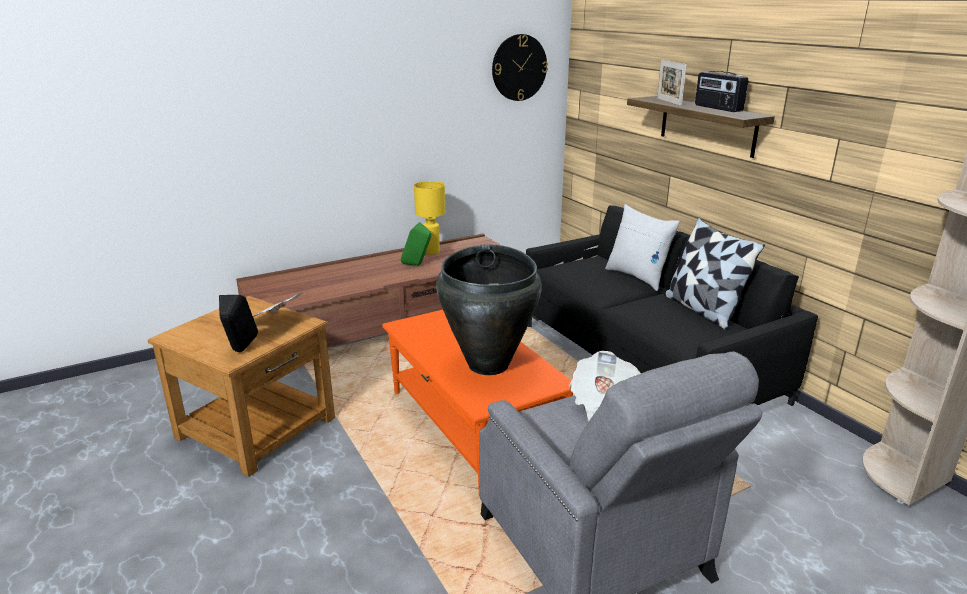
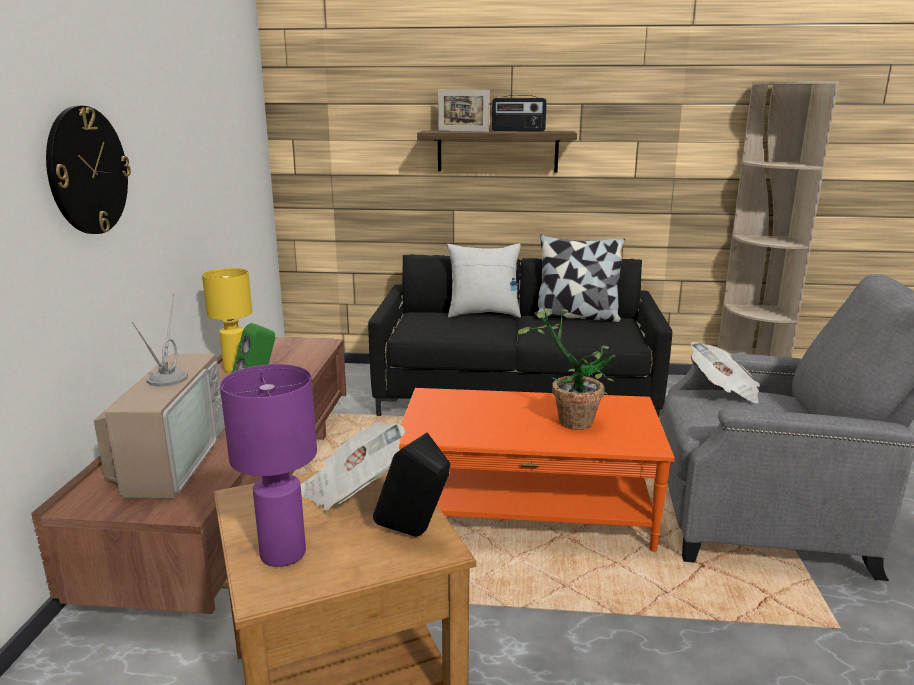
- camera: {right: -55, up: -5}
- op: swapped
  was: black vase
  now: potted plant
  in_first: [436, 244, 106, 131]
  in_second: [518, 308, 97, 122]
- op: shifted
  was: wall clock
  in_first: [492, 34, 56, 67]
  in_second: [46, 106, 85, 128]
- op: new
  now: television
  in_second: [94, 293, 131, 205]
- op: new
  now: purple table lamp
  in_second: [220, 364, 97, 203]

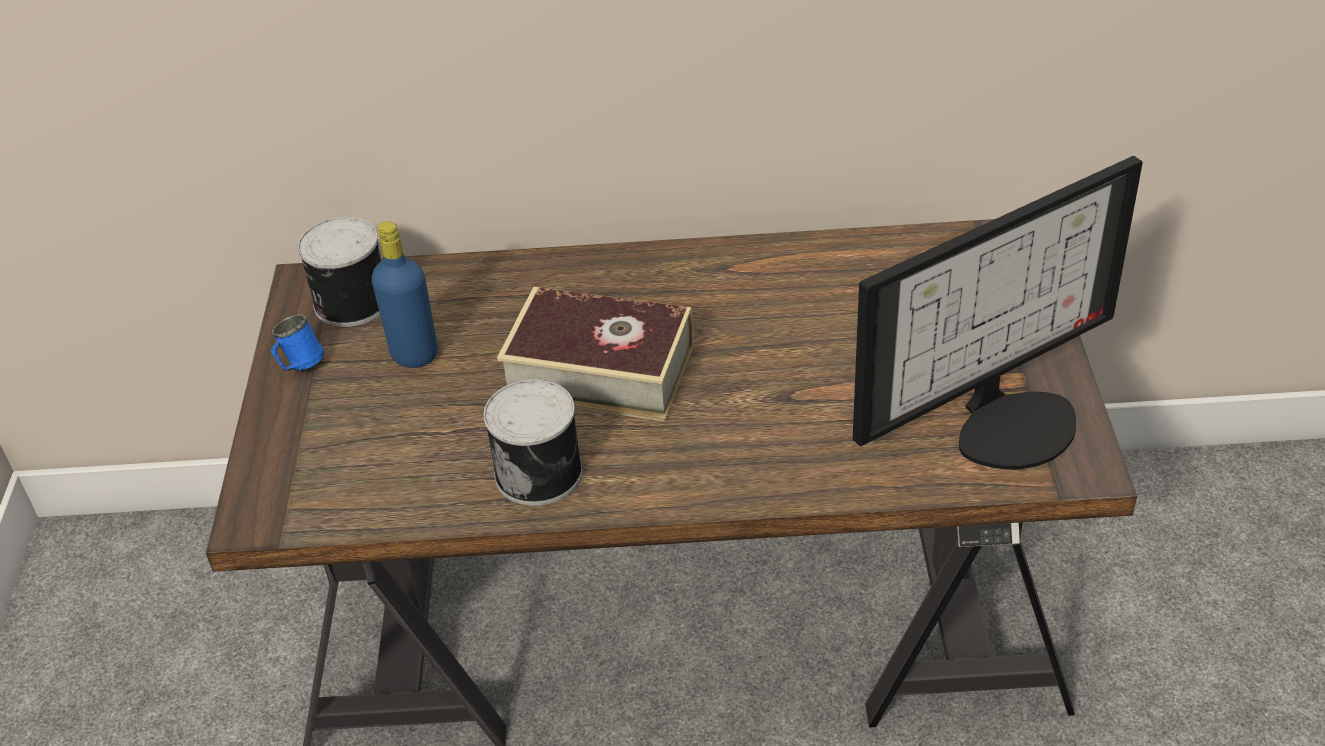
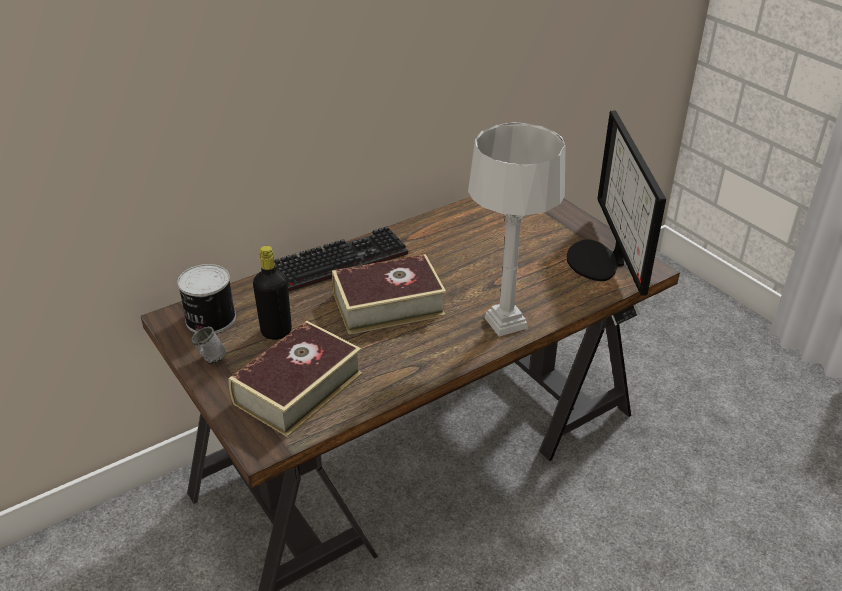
- camera: {right: -35, up: -5}
- op: repainted
  was: blue mug
  now: grey mug
  in_first: [271, 314, 53, 57]
  in_second: [191, 326, 35, 38]
- op: repainted
  was: blue bottle
  now: black bottle
  in_first: [372, 221, 66, 147]
  in_second: [253, 246, 39, 94]
- op: gone
  was: can
  in_first: [484, 379, 98, 127]
- op: rotated
  was: monitor
  in_first: [853, 156, 290, 314]
  in_second: [567, 111, 99, 185]
  clockwise: 150
- op: new
  now: book
  in_second: [229, 321, 134, 116]
- op: new
  now: keyboard
  in_second: [261, 226, 147, 66]
- op: new
  now: grey table lamp
  in_second: [468, 122, 98, 215]

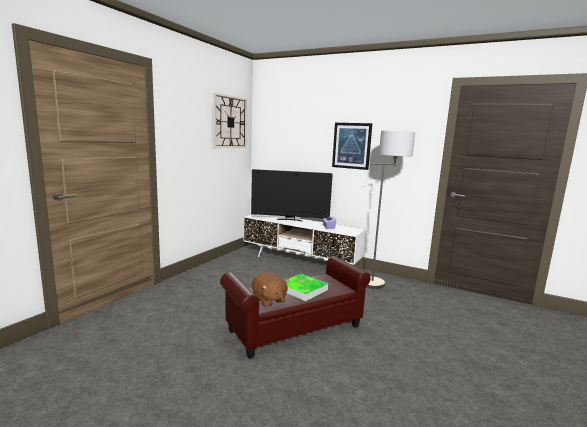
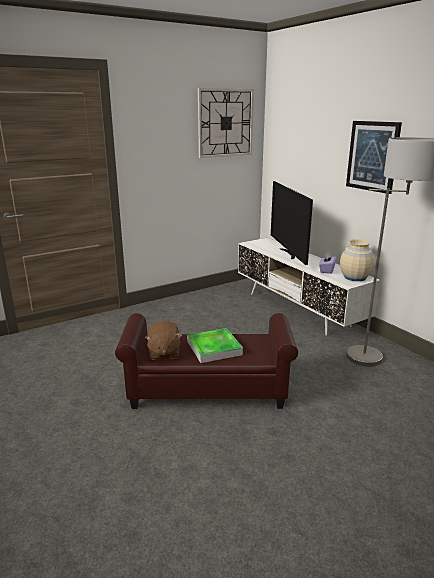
- camera: {right: 30, up: 10}
- op: rotated
  was: television
  in_first: [251, 169, 82, 53]
  in_second: [271, 181, 42, 84]
  clockwise: 45
- op: new
  now: beige vase
  in_second: [340, 239, 34, 42]

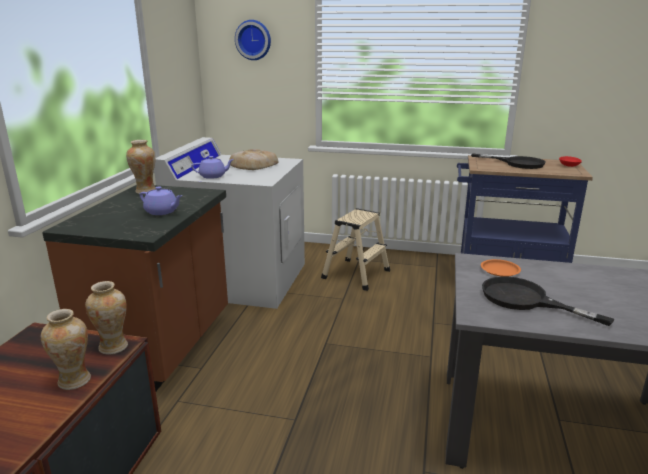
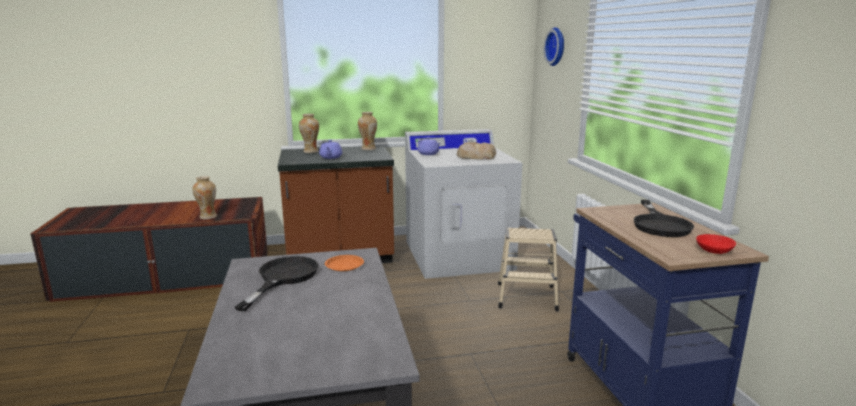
- camera: {right: 65, up: -5}
- op: shifted
  was: vase
  in_first: [85, 281, 43, 74]
  in_second: [299, 114, 20, 39]

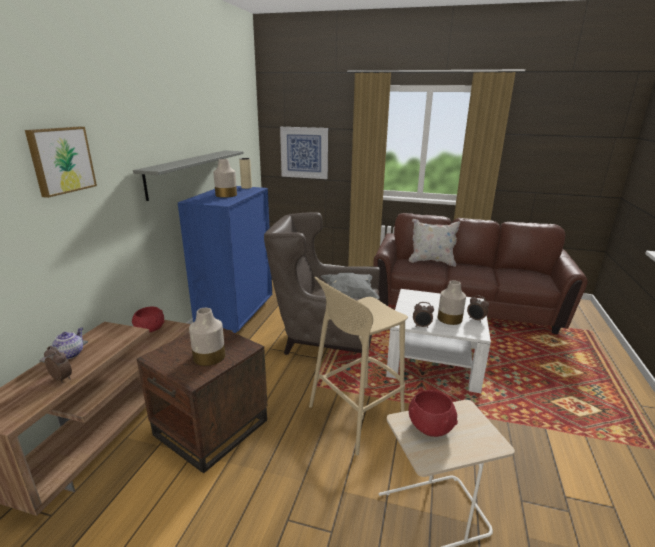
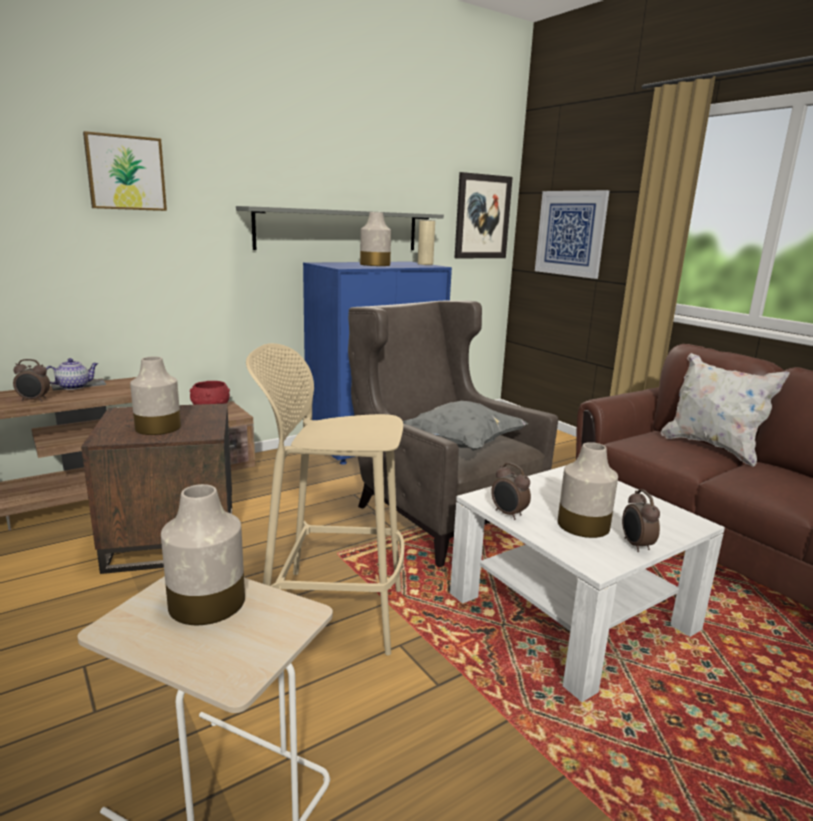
- camera: {right: 40, up: -5}
- op: rotated
  was: alarm clock
  in_first: [44, 346, 28, 37]
  in_second: [13, 359, 37, 43]
  clockwise: 105
- op: swapped
  was: red bowl
  now: beige vase
  in_first: [409, 390, 49, 47]
  in_second: [161, 484, 84, 141]
- op: new
  now: picture
  in_second: [454, 172, 59, 86]

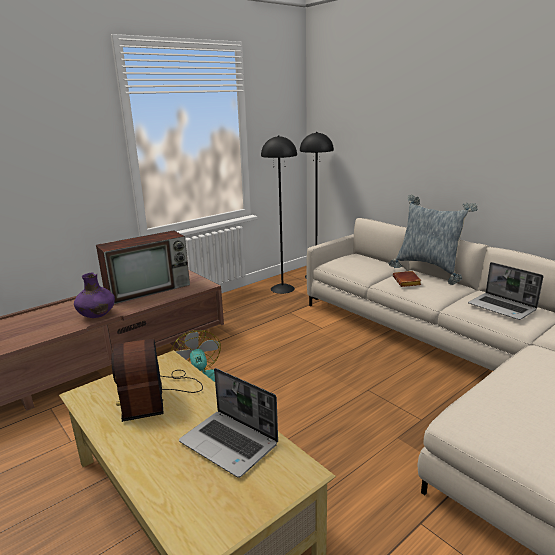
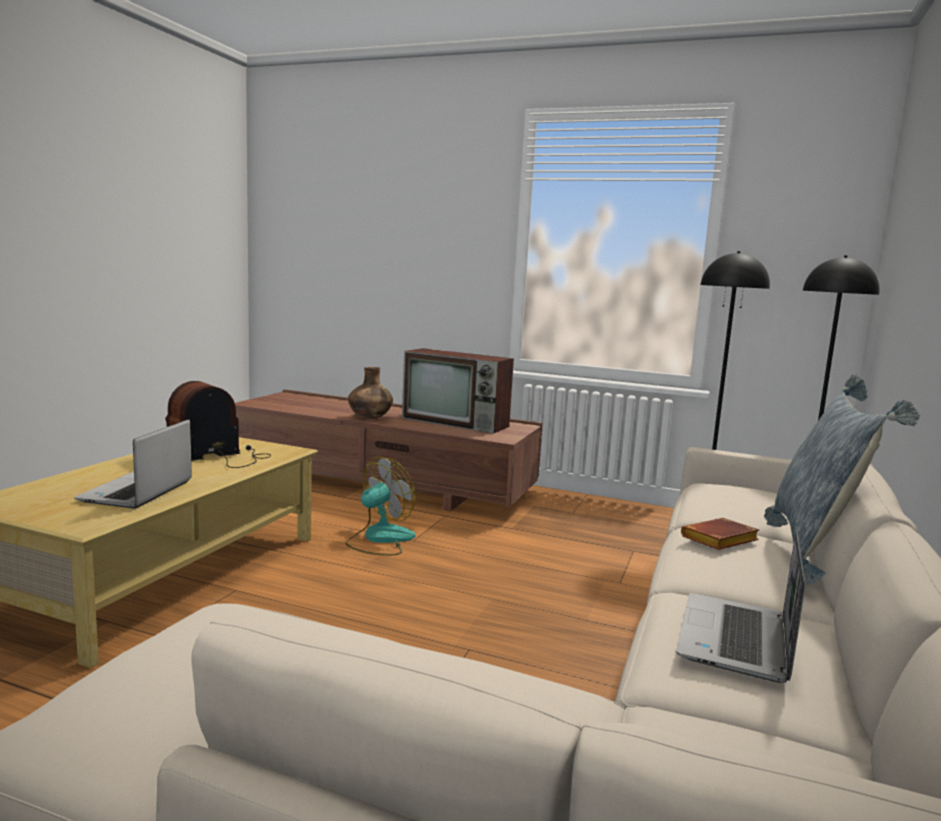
- camera: {right: 60, up: -10}
- op: repainted
  was: purple vase
  now: brown vase
  in_first: [74, 272, 41, 46]
  in_second: [348, 367, 45, 52]

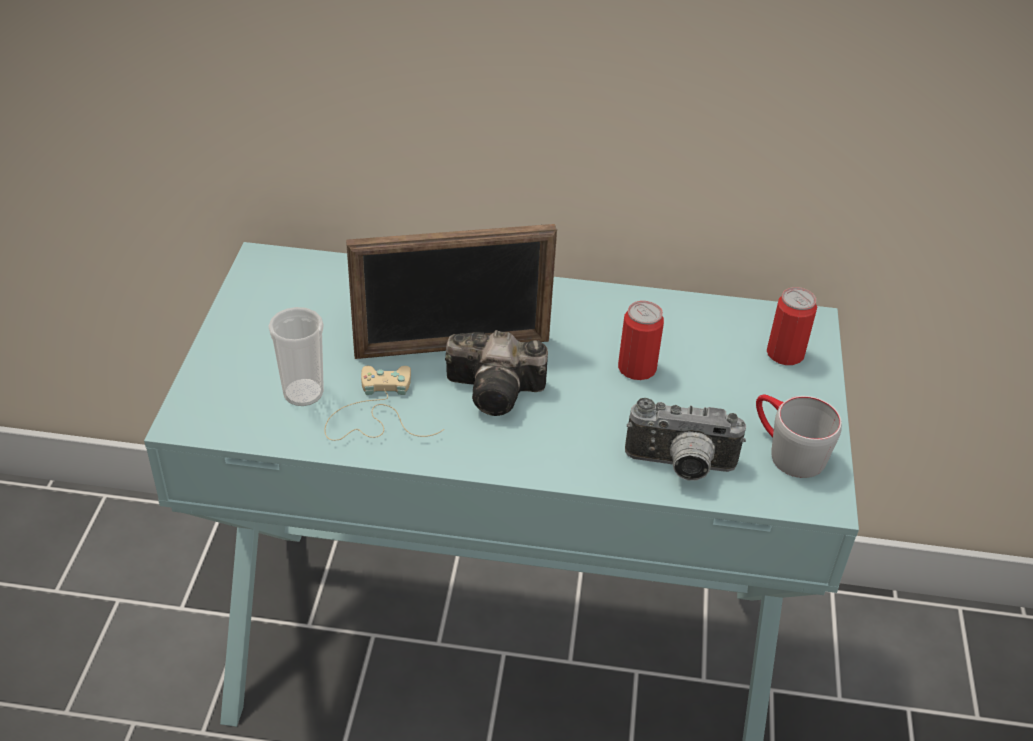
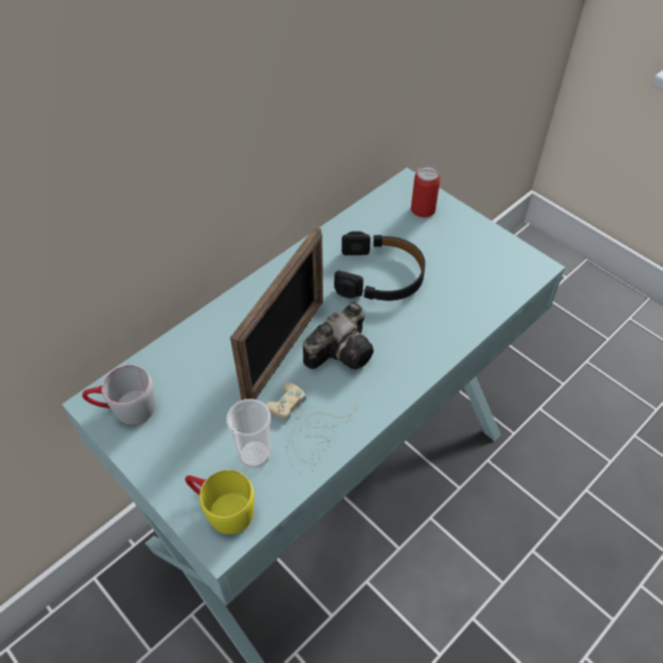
- camera: {right: -50, up: 10}
- op: swapped
  was: can
  now: black headphones
  in_first: [618, 301, 46, 79]
  in_second: [334, 231, 91, 70]
- op: gone
  was: photo camera
  in_first: [625, 398, 121, 83]
- op: shifted
  was: grey mug
  in_first: [756, 395, 86, 83]
  in_second: [82, 365, 74, 60]
- op: new
  now: yellow mug
  in_second: [185, 470, 69, 64]

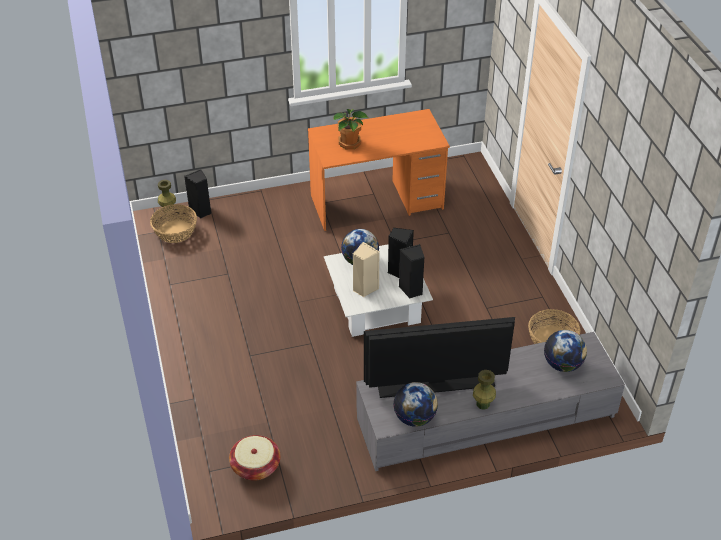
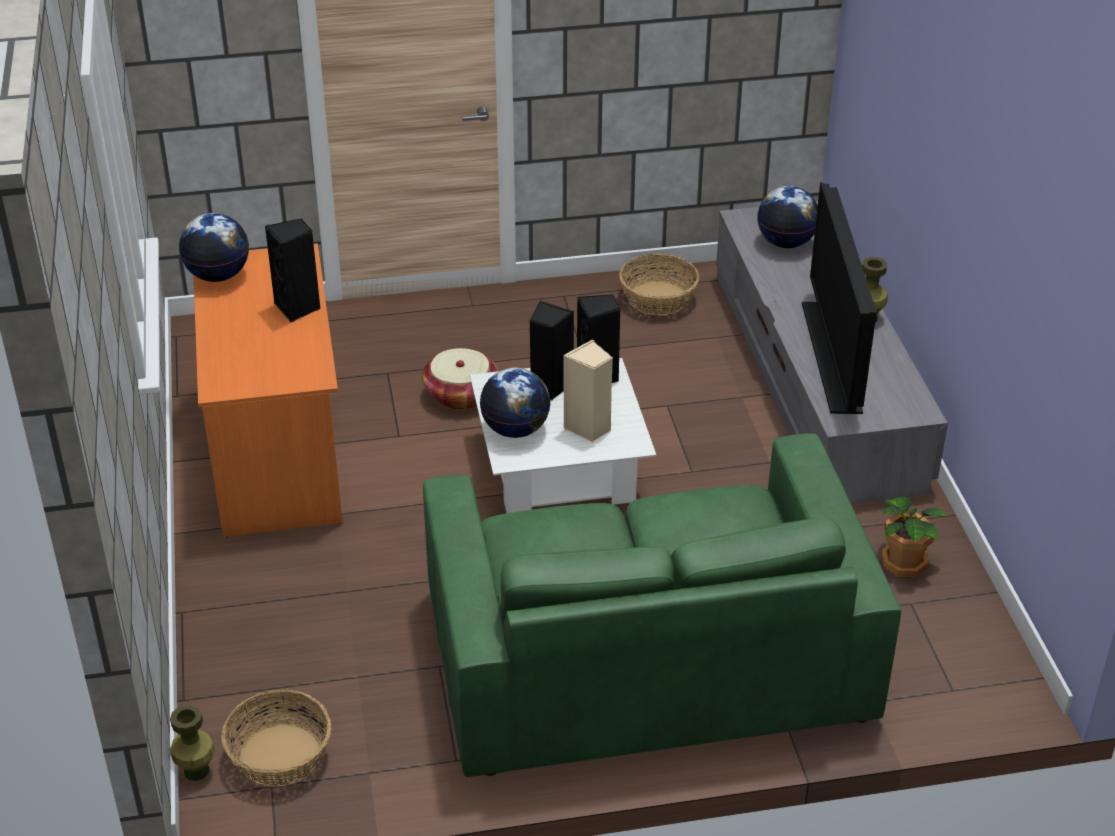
- camera: {right: -85, up: -5}
- op: shifted
  was: black speaker
  in_first: [184, 169, 27, 49]
  in_second: [265, 218, 56, 104]
- op: shifted
  was: basket
  in_first: [229, 435, 51, 46]
  in_second: [422, 348, 76, 62]
- op: shifted
  was: potted plant
  in_first: [334, 109, 34, 41]
  in_second: [882, 497, 66, 81]
- op: shifted
  was: globe
  in_first: [393, 382, 45, 45]
  in_second: [179, 213, 70, 69]
- op: new
  now: green sofa
  in_second: [423, 433, 478, 344]

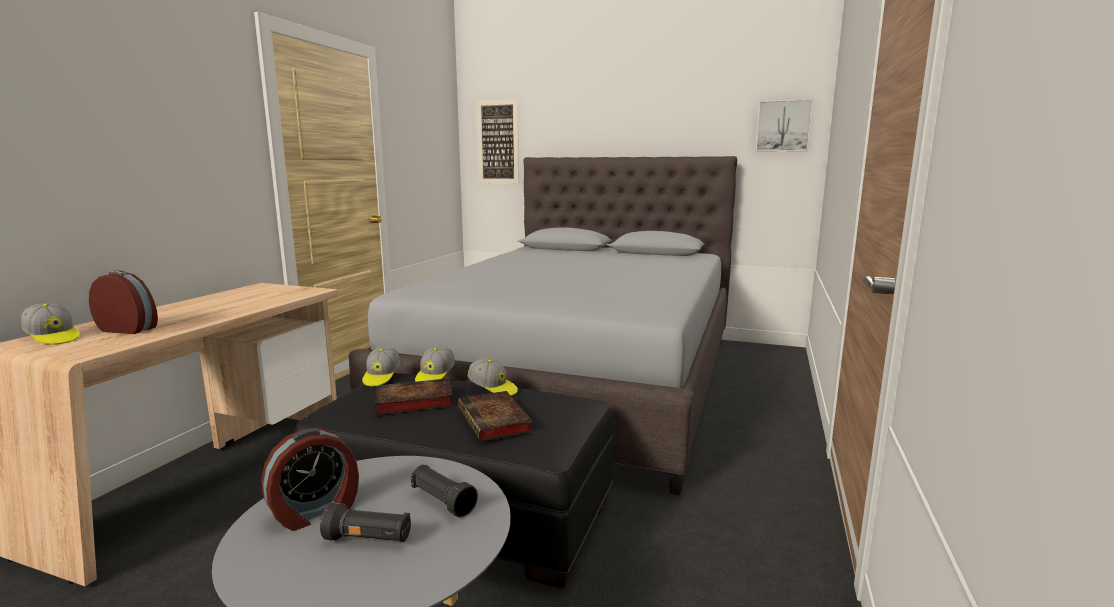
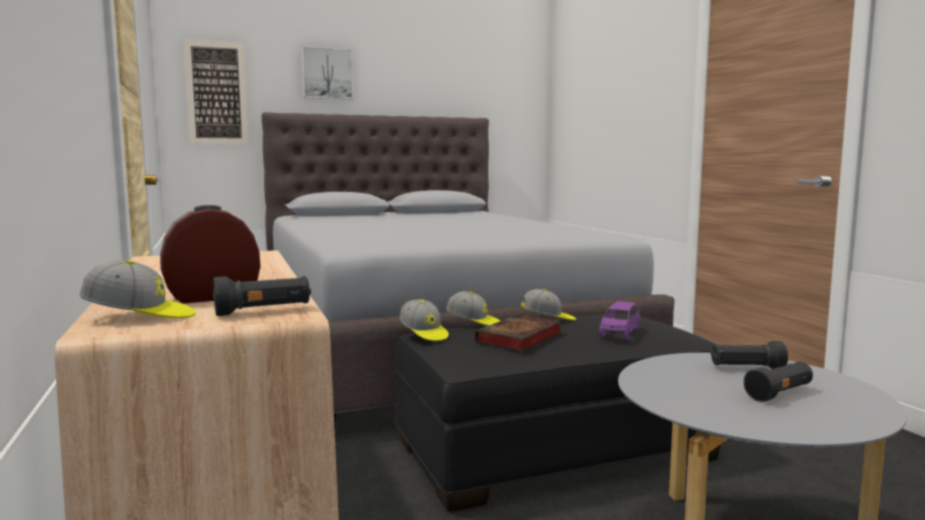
- camera: {right: -40, up: -5}
- op: gone
  was: alarm clock
  in_first: [261, 428, 98, 103]
- op: rotated
  was: cap
  in_first: [415, 346, 40, 36]
  in_second: [446, 291, 54, 35]
  clockwise: -45
- op: swapped
  was: book
  now: purple toy car
  in_first: [458, 391, 75, 51]
  in_second: [599, 301, 41, 39]
- op: shifted
  was: picture
  in_first: [756, 99, 57, 53]
  in_second: [302, 46, 51, 54]
- op: new
  now: black flashlight
  in_second: [213, 276, 98, 40]

